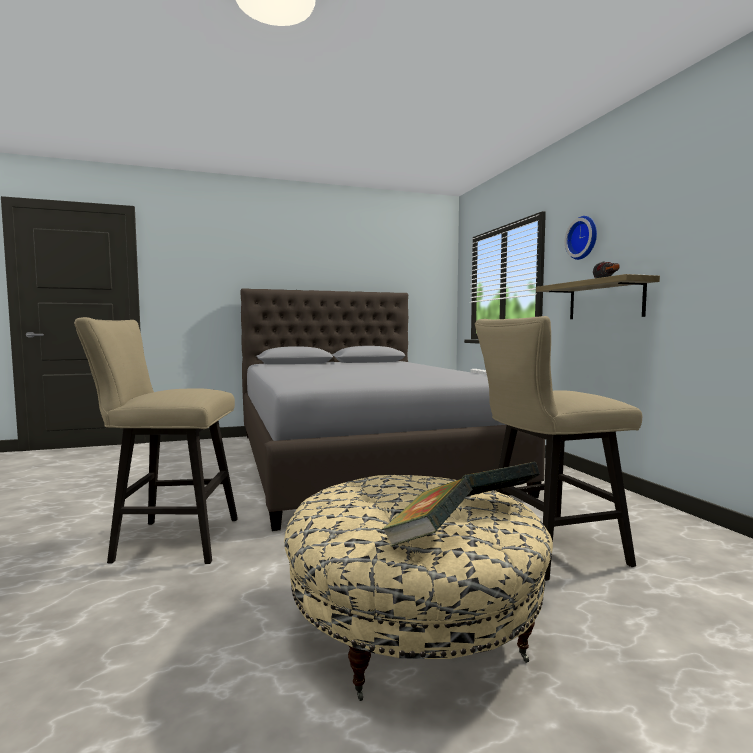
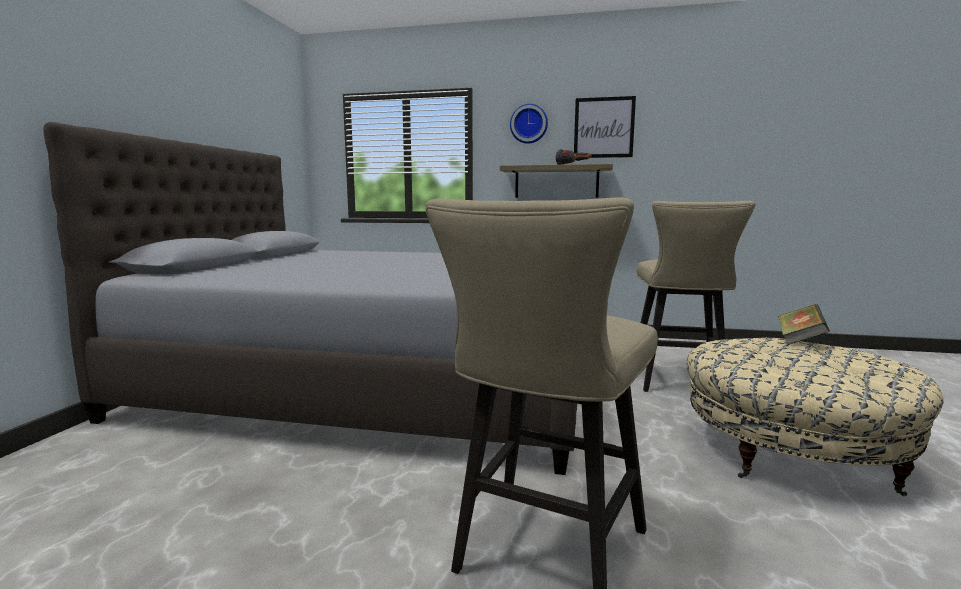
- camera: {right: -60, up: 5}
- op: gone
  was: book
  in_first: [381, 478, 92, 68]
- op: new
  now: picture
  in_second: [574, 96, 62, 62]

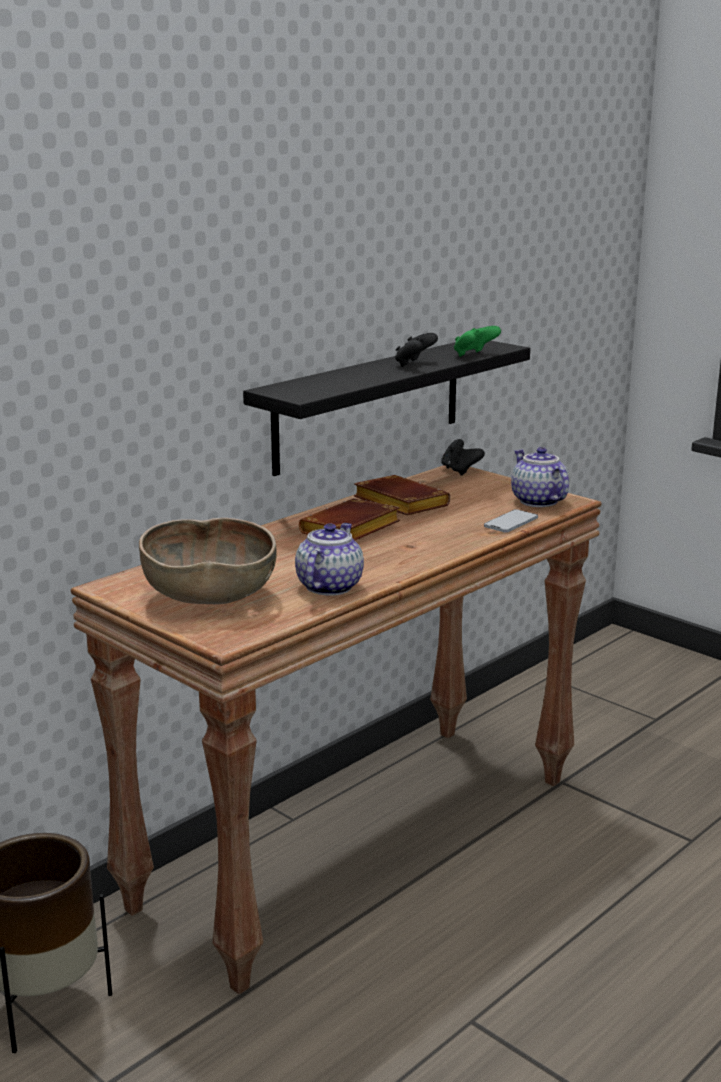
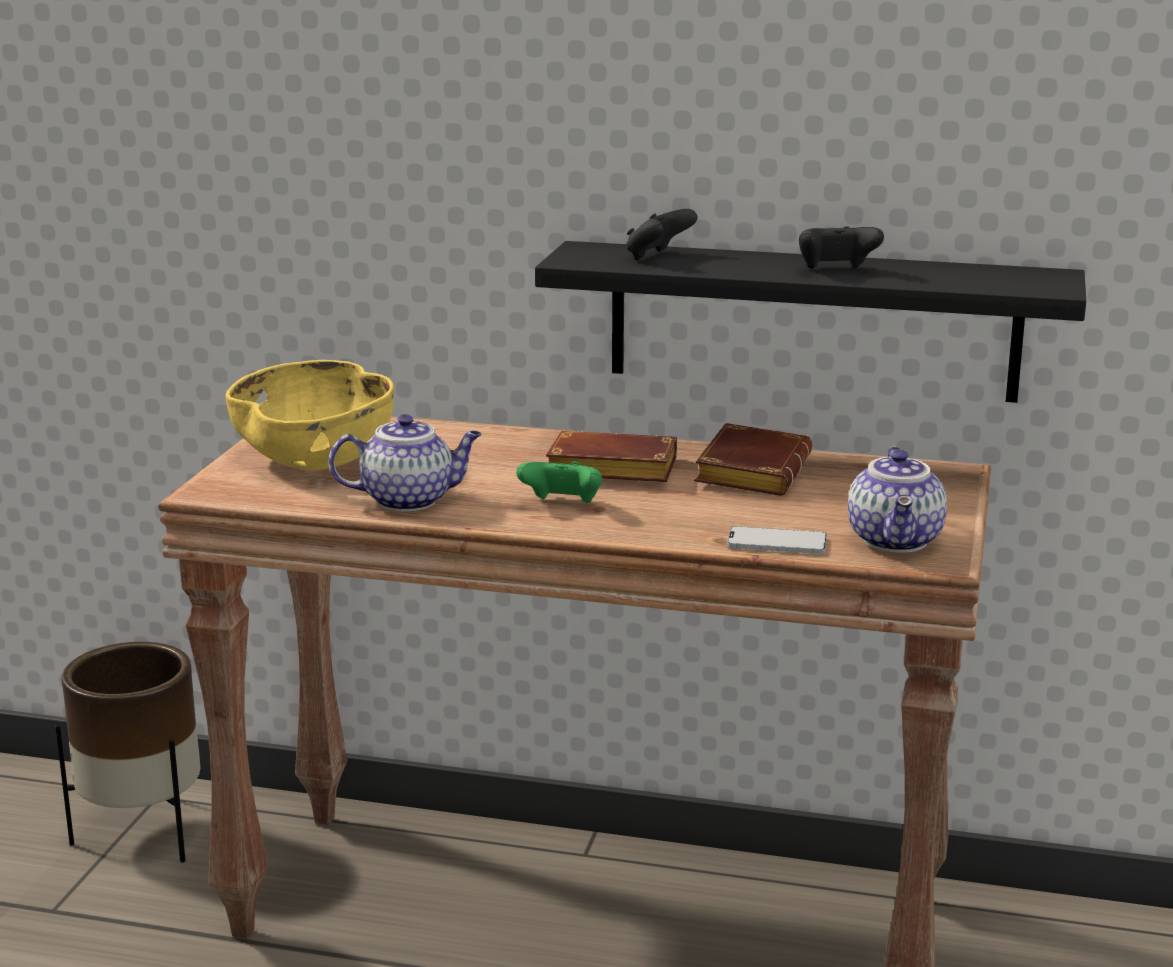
- camera: {right: 60, up: 0}
- op: repainted
  was: brown bowl
  now: yellow bowl
  in_first: [139, 518, 138, 86]
  in_second: [226, 360, 168, 110]
- op: shifted
  was: black game controller
  in_first: [441, 439, 44, 37]
  in_second: [626, 209, 72, 51]
- op: shifted
  was: green game controller
  in_first: [454, 326, 47, 31]
  in_second: [516, 462, 86, 41]
- op: rotated
  was: teapot
  in_first: [511, 447, 58, 60]
  in_second: [848, 446, 99, 107]
  clockwise: 150

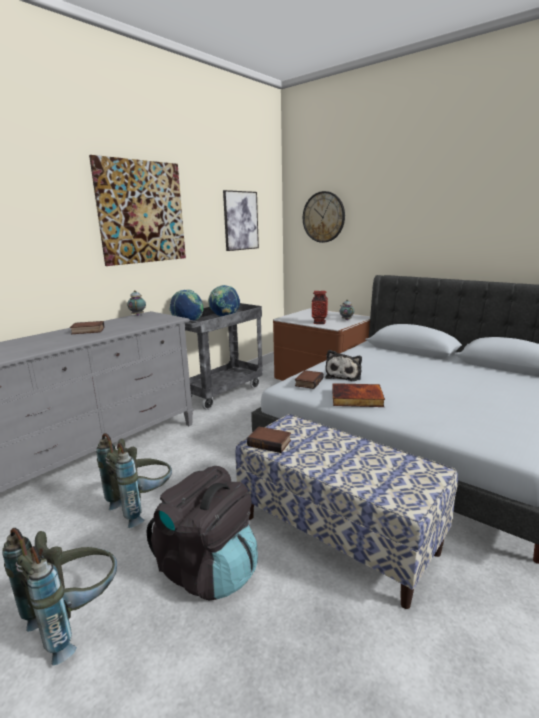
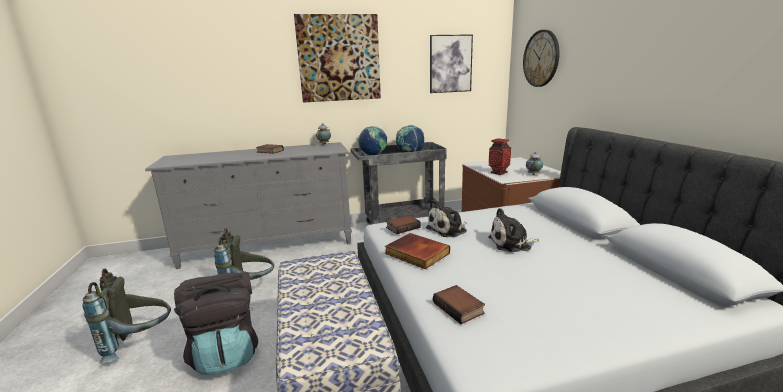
- camera: {right: 35, up: 0}
- op: shifted
  was: book
  in_first: [247, 426, 44, 27]
  in_second: [433, 285, 52, 39]
- op: new
  now: plush toy
  in_second: [488, 208, 51, 44]

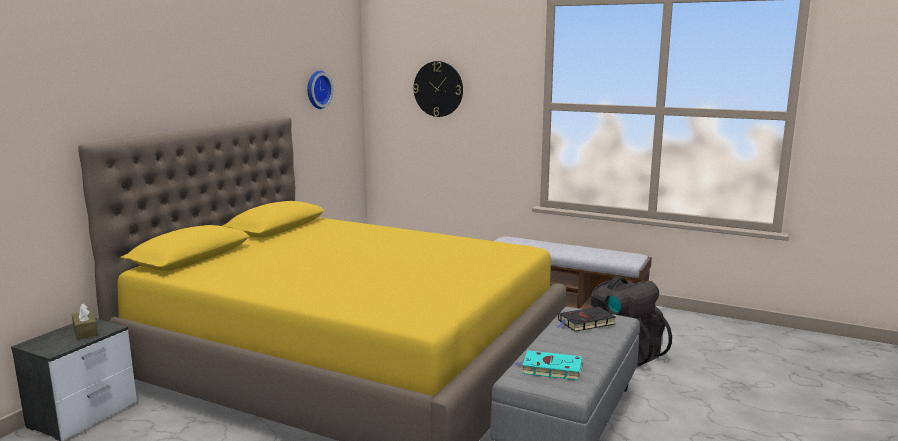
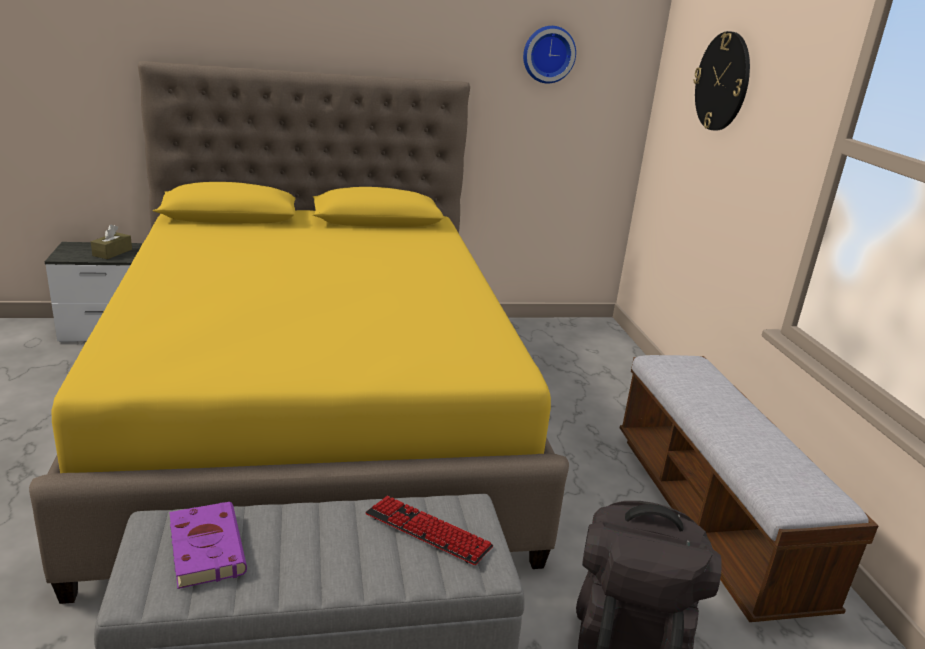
- camera: {right: 50, up: 10}
- op: repainted
  was: turquoise book
  now: purple book
  in_first: [514, 350, 69, 30]
  in_second: [169, 502, 78, 87]
- op: swapped
  was: black book
  now: keyboard
  in_first: [557, 307, 58, 24]
  in_second: [365, 496, 128, 69]

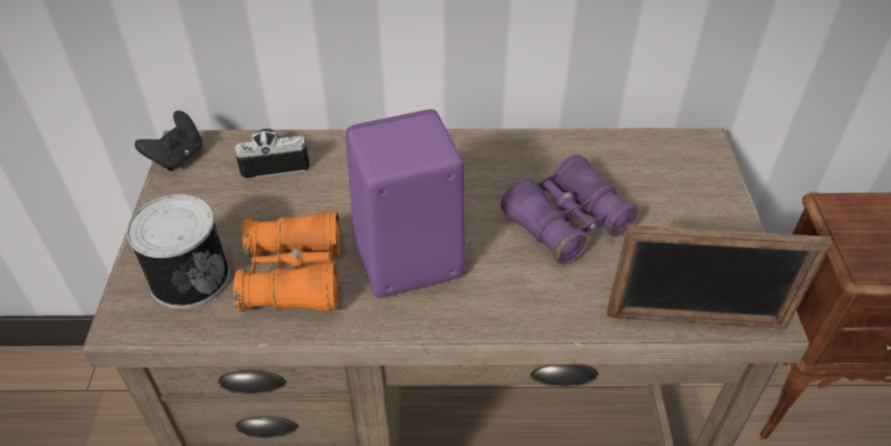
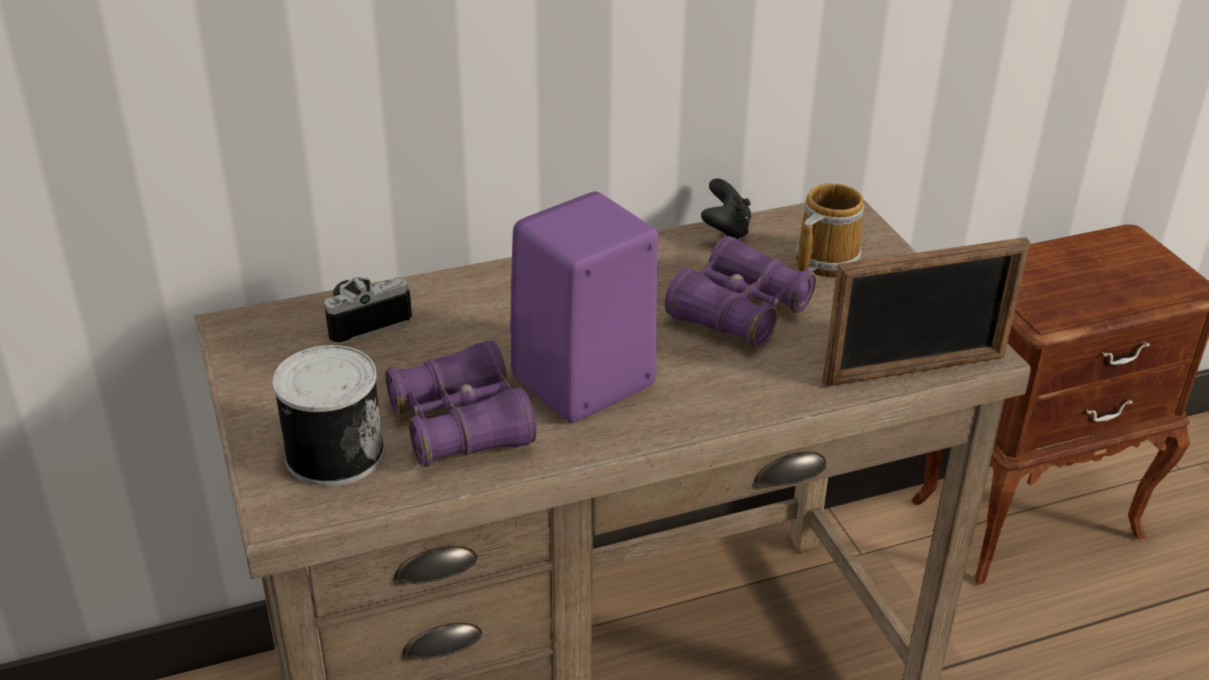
- camera: {right: -20, up: -10}
- op: shifted
  was: black game controller
  in_first: [135, 111, 67, 60]
  in_second: [701, 179, 50, 60]
- op: repainted
  was: orange binoculars
  now: purple binoculars
  in_first: [234, 211, 107, 101]
  in_second: [385, 340, 152, 127]
- op: new
  now: mug
  in_second: [796, 183, 68, 94]

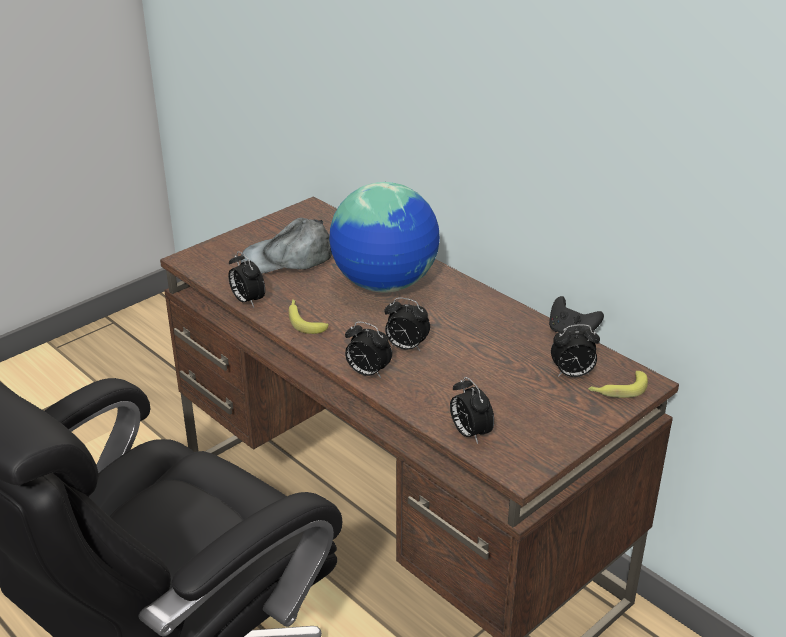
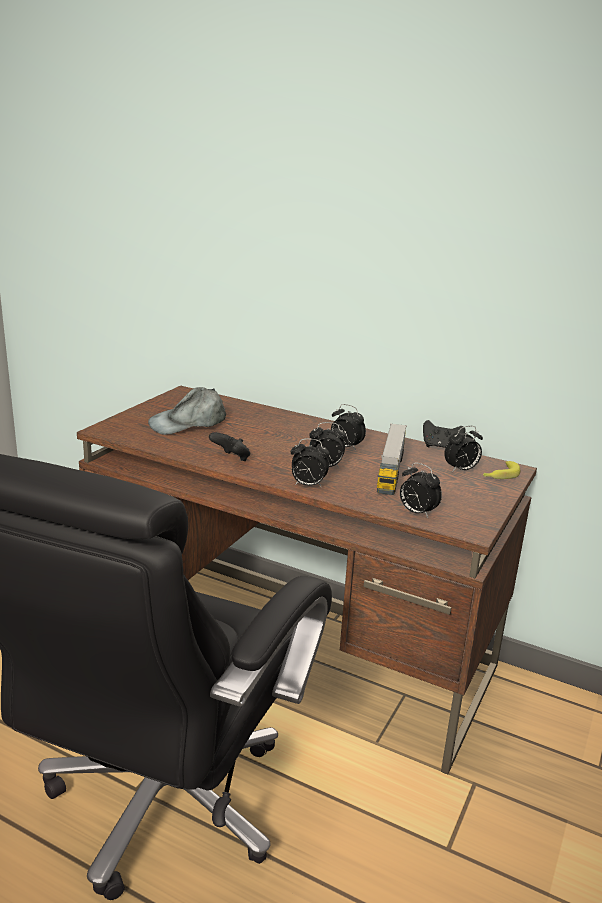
- camera: {right: -20, up: -10}
- op: shifted
  was: alarm clock
  in_first: [228, 251, 37, 56]
  in_second: [331, 404, 35, 47]
- op: swapped
  was: banana
  now: black game controller
  in_first: [289, 299, 40, 35]
  in_second: [209, 432, 41, 29]
- op: gone
  was: globe
  in_first: [329, 182, 111, 111]
- op: new
  now: toy truck
  in_second: [377, 423, 30, 72]

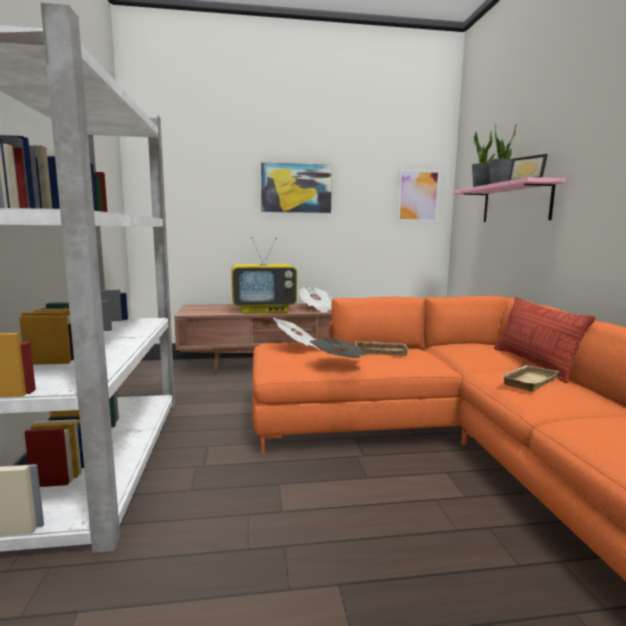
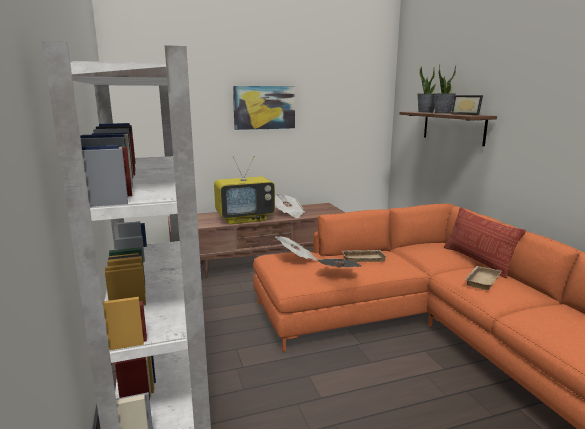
- camera: {right: -10, up: 5}
- op: gone
  was: picture
  in_first: [397, 169, 44, 53]
- op: repainted
  was: pink shelf
  now: brown shelf
  in_first: [453, 177, 113, 45]
  in_second: [399, 112, 98, 34]

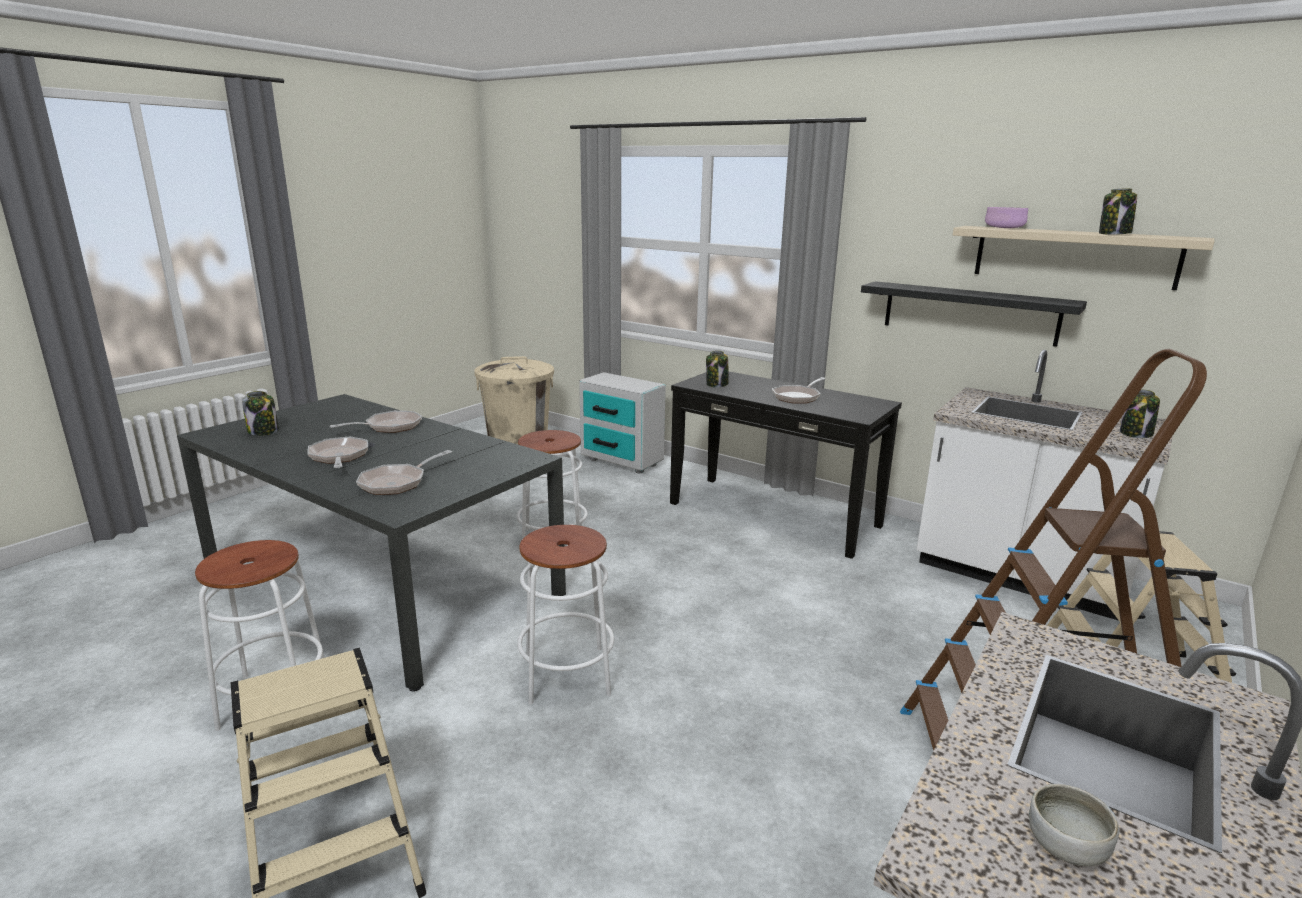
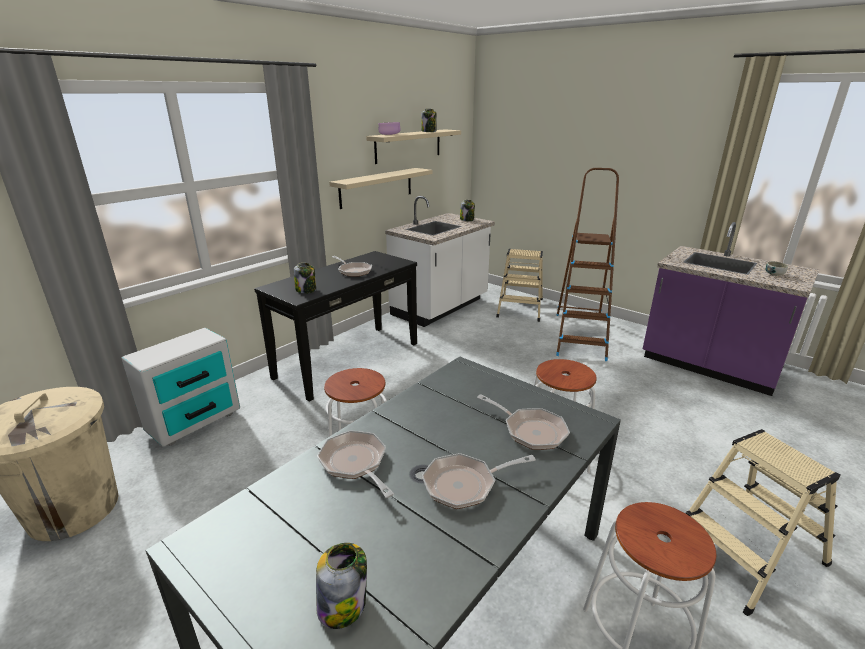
- camera: {right: -85, up: 5}
- op: repainted
  was: black shelf
  now: beige shelf
  in_first: [861, 281, 226, 66]
  in_second: [329, 168, 104, 41]

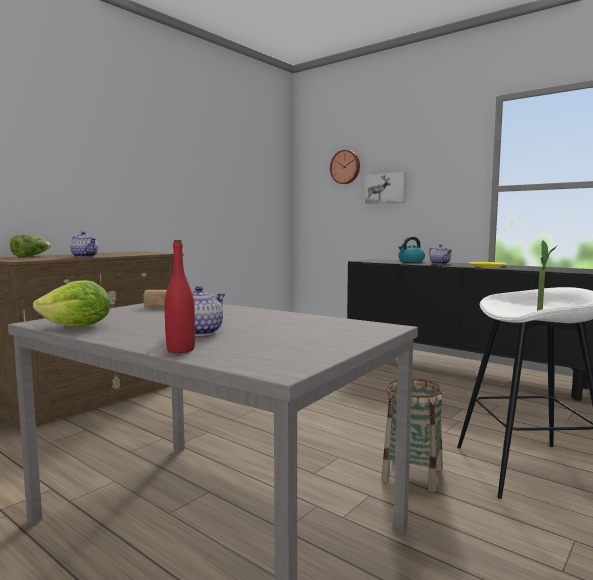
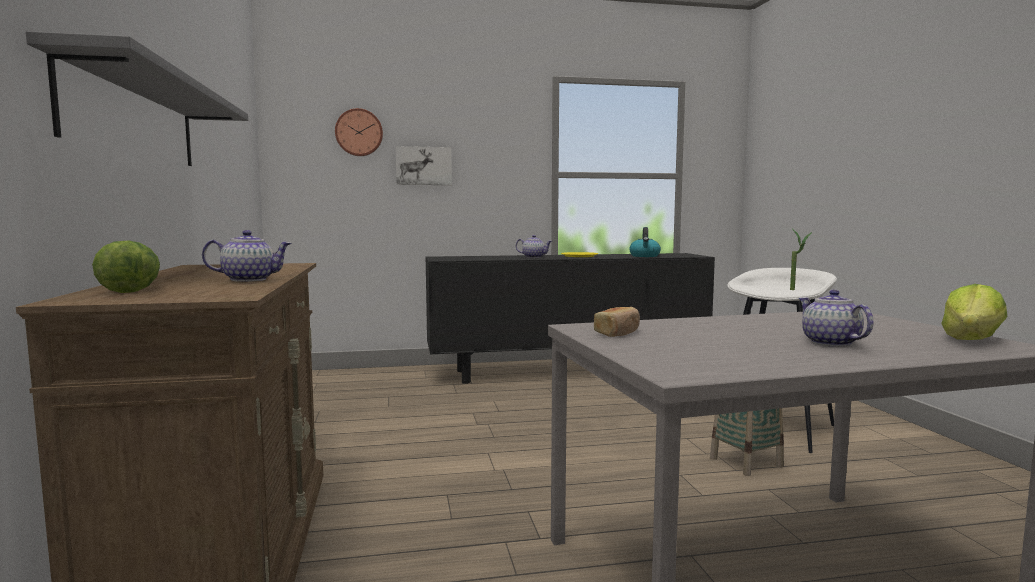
- camera: {right: -50, up: 0}
- op: shifted
  was: lettuce
  in_first: [33, 280, 78, 46]
  in_second: [941, 284, 67, 56]
- op: gone
  was: red bottle
  in_first: [165, 240, 30, 113]
- op: shifted
  was: kettle
  in_first: [398, 237, 27, 25]
  in_second: [629, 227, 32, 30]
- op: new
  now: grey shelf
  in_second: [26, 31, 222, 135]

